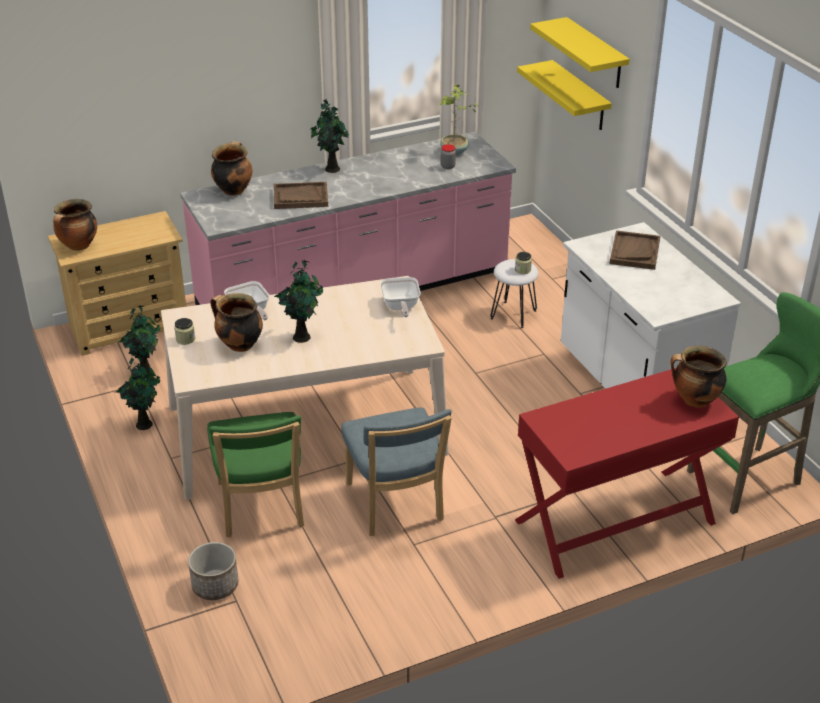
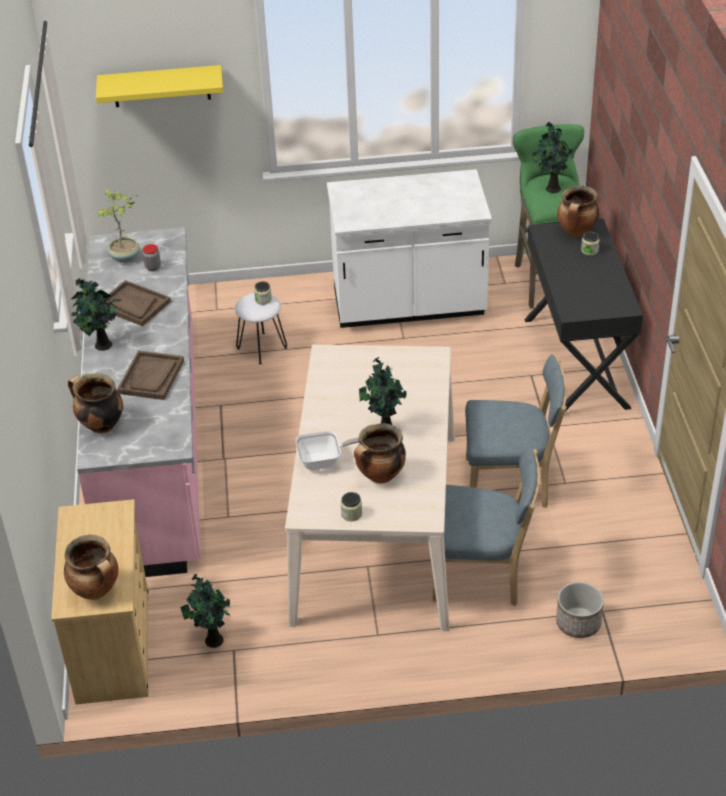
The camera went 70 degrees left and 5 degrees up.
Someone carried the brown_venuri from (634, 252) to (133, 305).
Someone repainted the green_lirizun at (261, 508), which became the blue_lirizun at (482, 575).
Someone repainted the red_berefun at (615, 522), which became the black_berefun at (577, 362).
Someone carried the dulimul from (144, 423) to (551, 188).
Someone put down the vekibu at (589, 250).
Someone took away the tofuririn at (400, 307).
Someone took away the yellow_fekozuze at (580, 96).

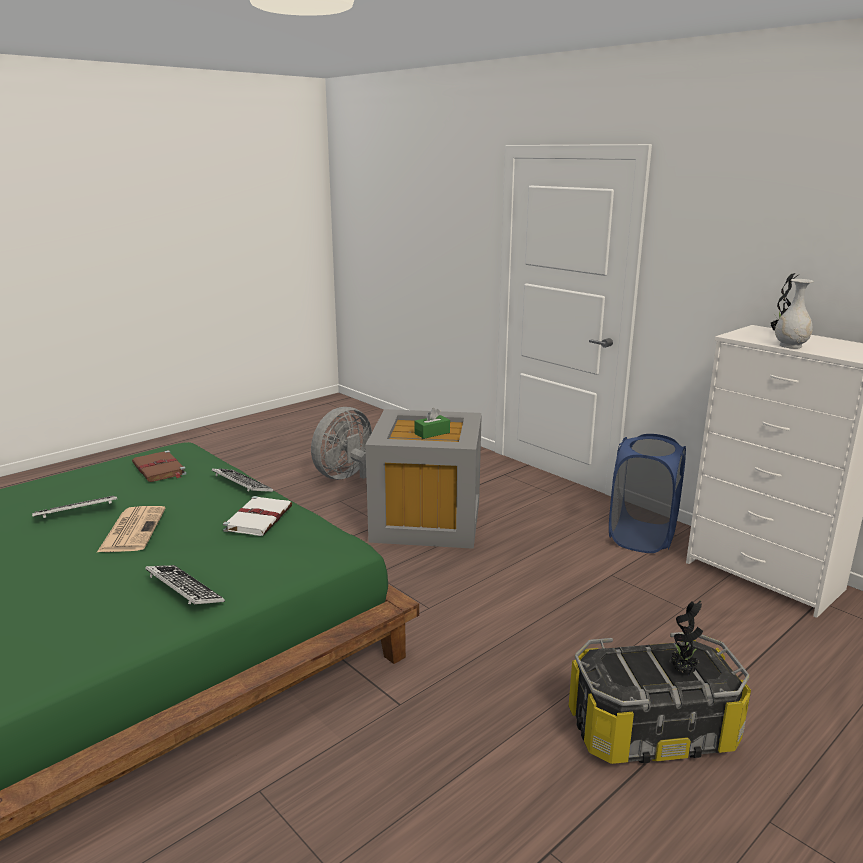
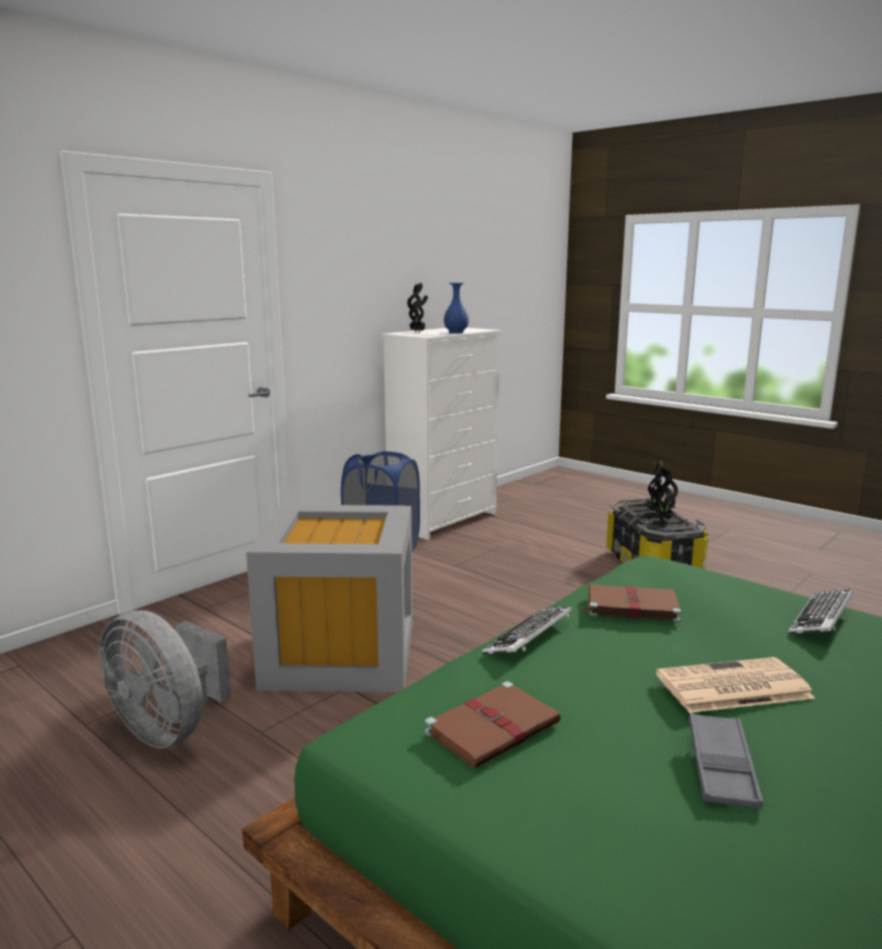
The camera went 95 degrees left and 5 degrees down.
Someone repainted the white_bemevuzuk at (790, 346), which became the blue_bemevuzuk at (456, 332).
Someone repainted the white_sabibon at (259, 518), which became the brown_sabibon at (630, 606).
Someone put down the dulimul at (663, 520).
Someone swapped the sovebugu at (76, 512) for the grey_venuri at (721, 767).
Someone took away the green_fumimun at (432, 433).

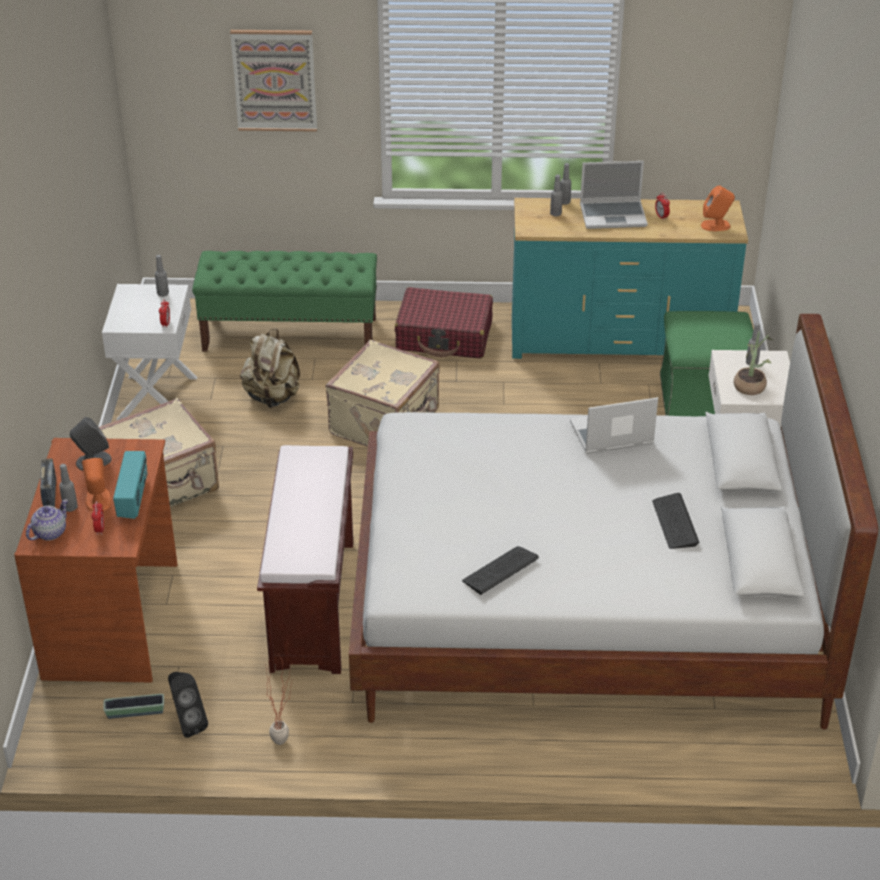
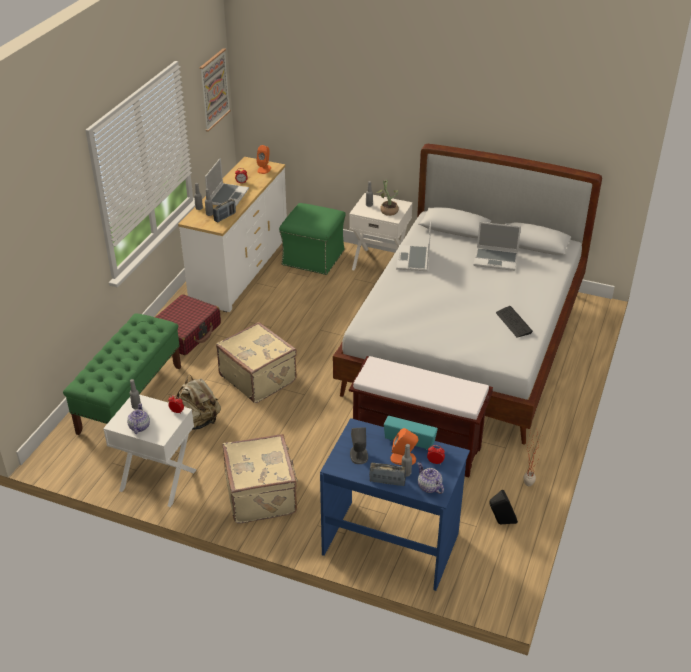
The camera went 70 degrees left and 0 degrees up.
Someone put down the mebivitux at (139, 426).
Someone repainted the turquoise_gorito at (619, 340), which became the white_gorito at (239, 270).
Someone carried the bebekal from (274, 80) to (214, 89).
Someone put down the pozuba at (225, 217).
Someone repainted the brown_berefun at (113, 620), which became the blue_berefun at (391, 543).
Someone swapped the sovebugu at (675, 523) for the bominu at (496, 259).
Someone took away the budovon at (135, 712).

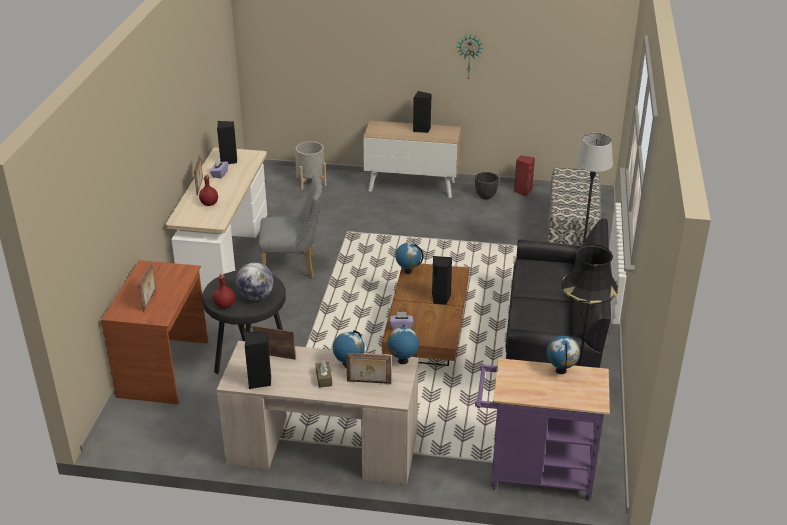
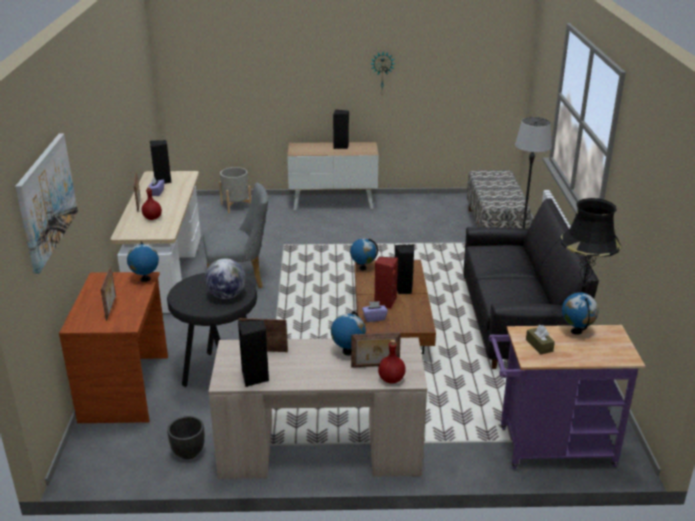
The camera went 10 degrees left and 5 degrees down.
Someone put up the bebekal at (46, 200).
Someone carried the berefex from (403, 361) to (145, 279).
Someone carried the black_budovon from (486, 196) to (189, 453).
Someone carried the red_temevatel from (522, 191) to (385, 302).
Someone carried the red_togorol from (225, 305) to (391, 379).
Someone carried the brown_fumimun from (324, 378) to (539, 345).

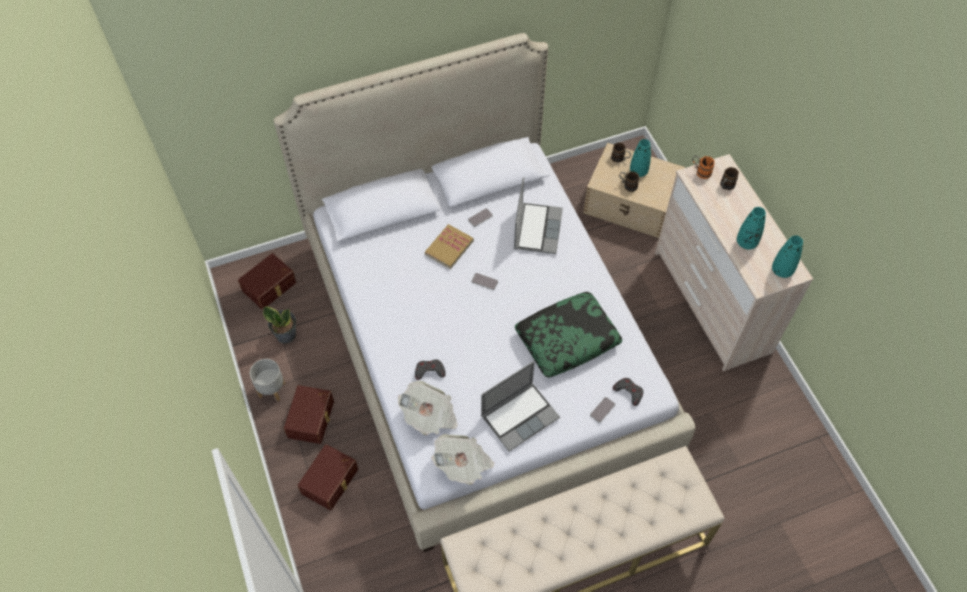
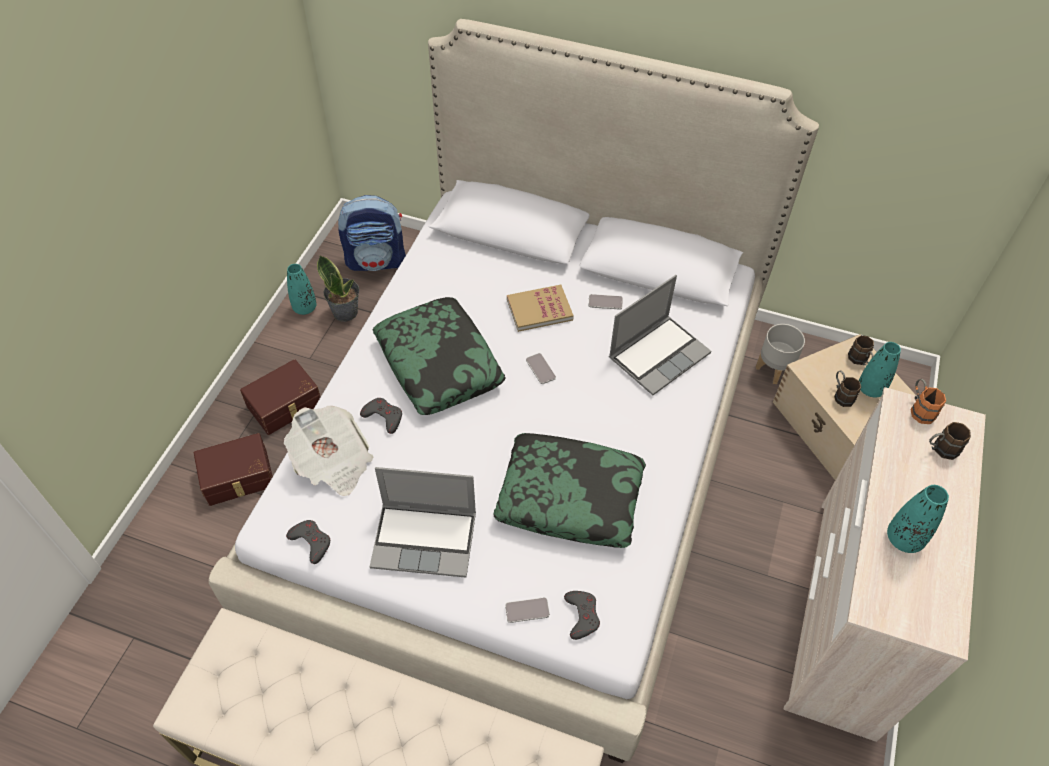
The camera went 40 degrees right and 5 degrees down.
Someone swapped the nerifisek at (463, 464) for the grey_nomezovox at (311, 542).
Someone carried the turquoise_bemevuzuk from (782, 270) to (305, 308).
Someone swapped the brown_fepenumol at (270, 287) for the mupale at (377, 260).
Someone put down the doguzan at (439, 364).
Someone carried the grey_budovon from (272, 389) to (774, 370).

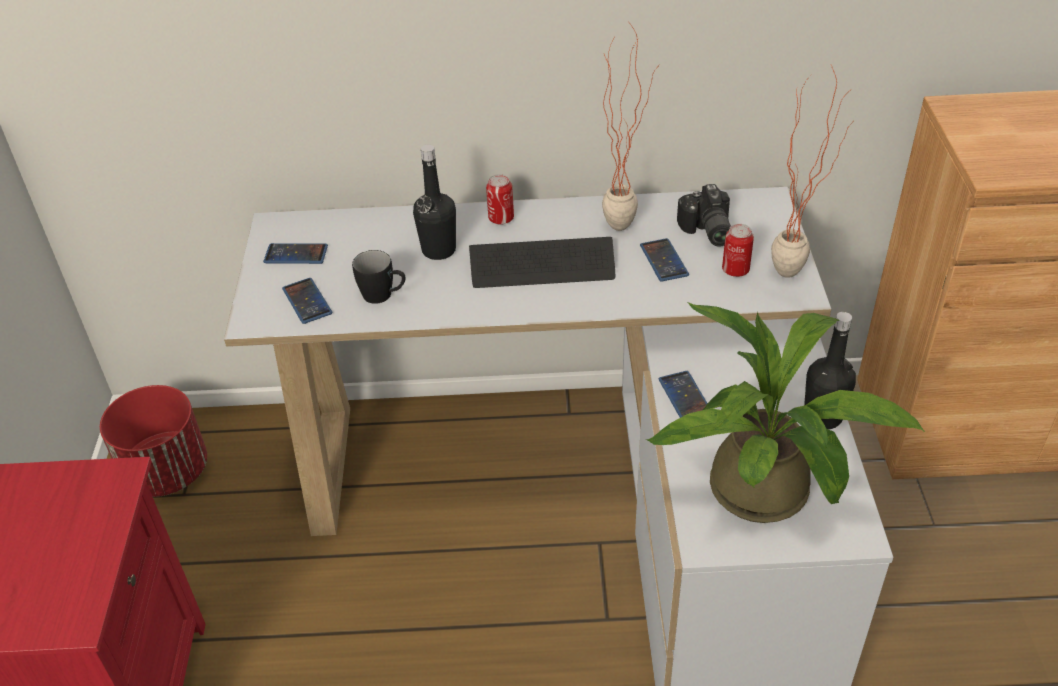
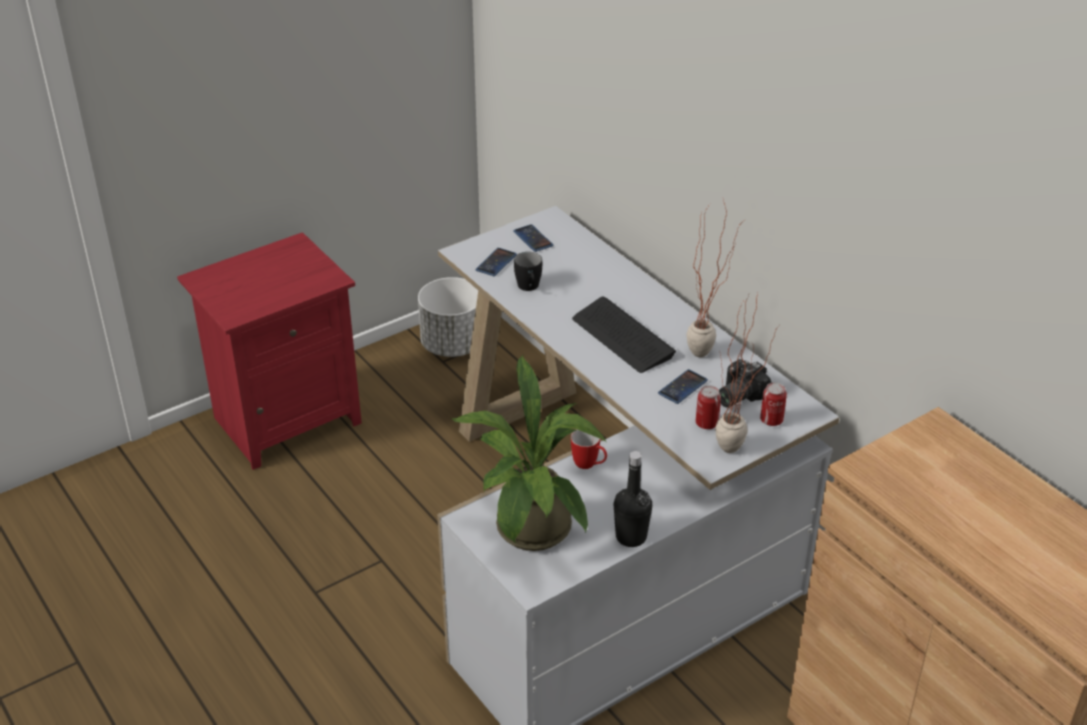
The camera went 55 degrees right and 5 degrees down.
Someone repainted the red_budovon at (168, 472), which became the white_budovon at (453, 345).
Someone swapped the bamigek at (685, 397) for the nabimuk at (589, 465).
Someone carried the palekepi from (501, 218) to (771, 420).
Someone took away the black_togorol at (439, 250).

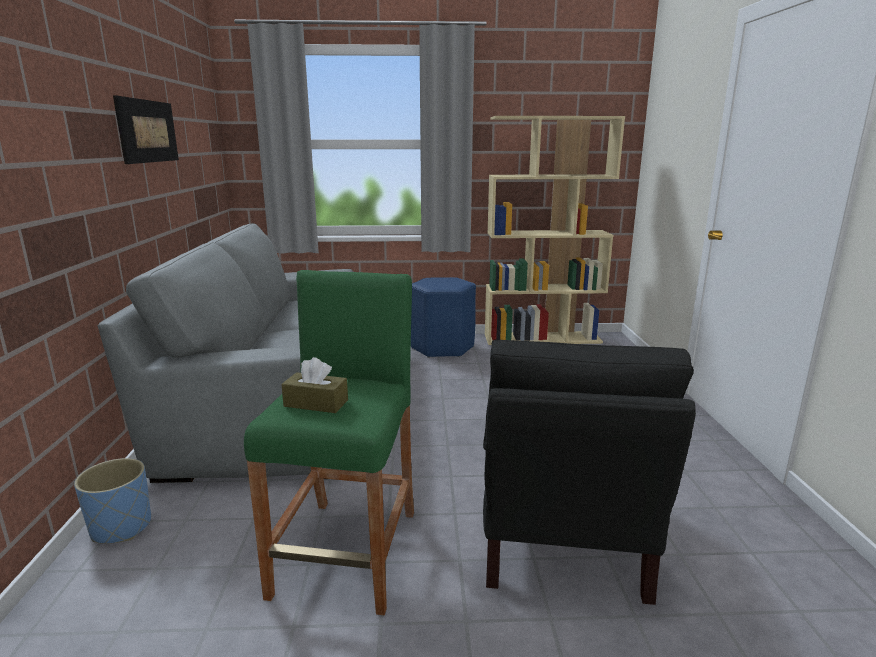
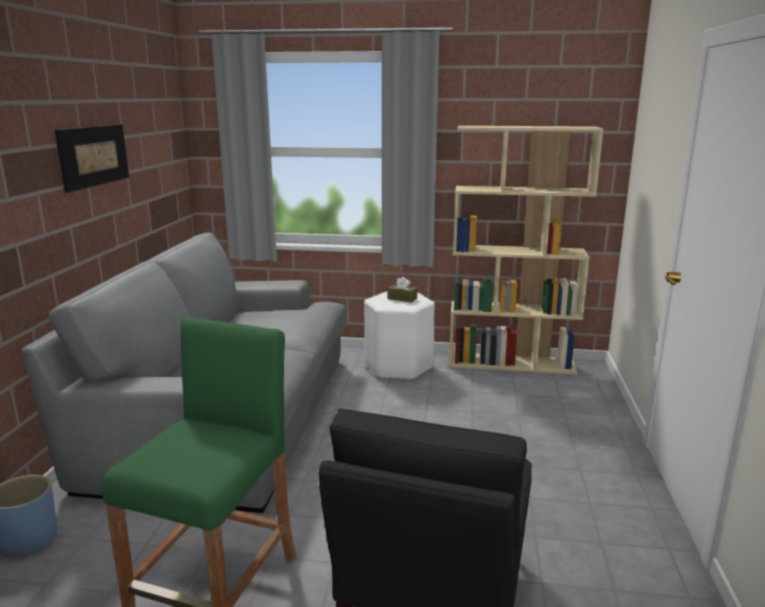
The camera went 10 degrees right and 0 degrees up.
Someone repainted the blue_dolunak at (442, 347), which became the white_dolunak at (398, 367).
Someone carried the brown_fumimun from (316, 403) to (402, 298).

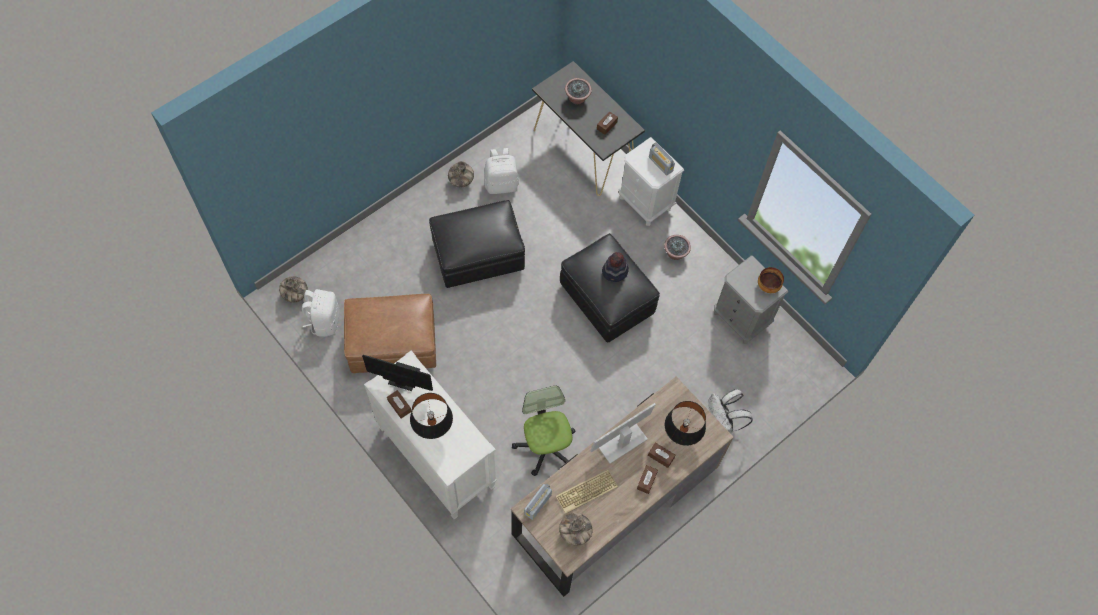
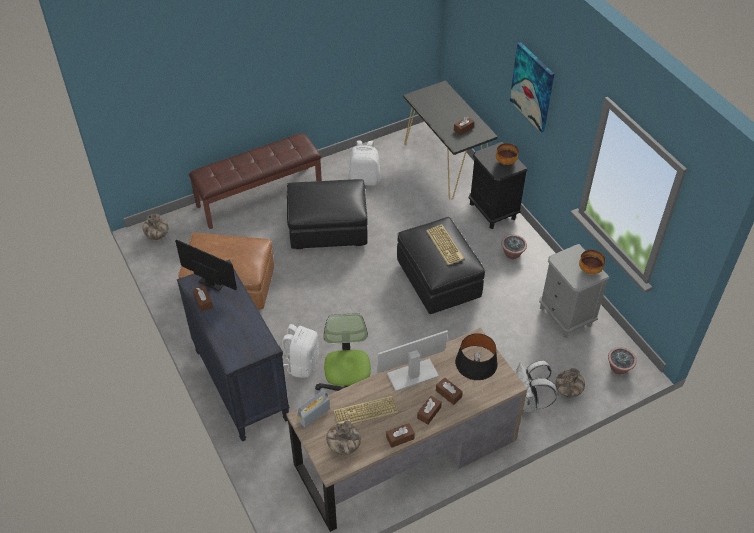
The camera went 15 degrees right and 15 degrees down.
Someone repainted the white_gorito at (435, 457), which became the black_gorito at (241, 385).
Someone put down the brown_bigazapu at (259, 196).
Someone carried the white_mupale from (324, 321) to (302, 364).
Someone put down the brown_fumimun at (400, 438).
Someone swapped the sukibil at (615, 272) for the sovebugu at (445, 245).
Someone repainted the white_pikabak at (645, 203), which became the black_pikabak at (493, 211).
Someone swapped the pozuba at (660, 164) for the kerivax at (506, 162).
Someone put up the bebekal at (532, 87).
Someone carried the bemevuzuk from (461, 181) to (568, 391).
Someone carried the dulimul from (577, 98) to (619, 368).
Someone took away the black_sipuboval at (433, 428).

